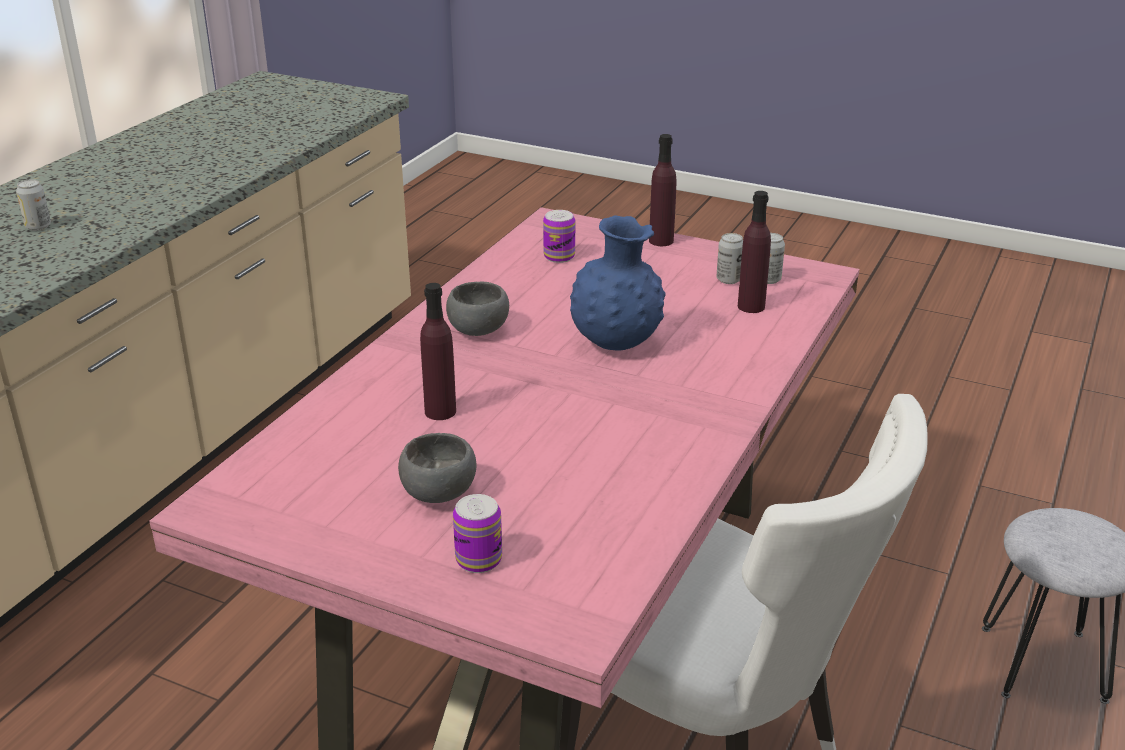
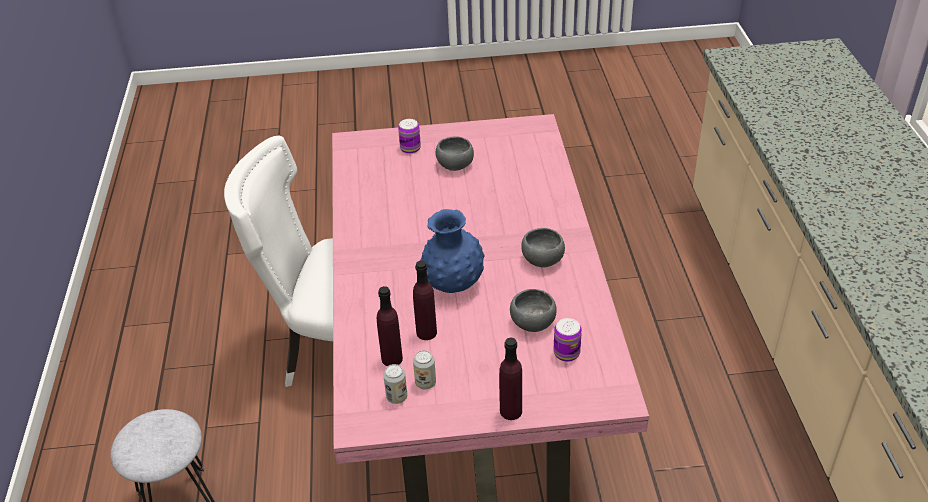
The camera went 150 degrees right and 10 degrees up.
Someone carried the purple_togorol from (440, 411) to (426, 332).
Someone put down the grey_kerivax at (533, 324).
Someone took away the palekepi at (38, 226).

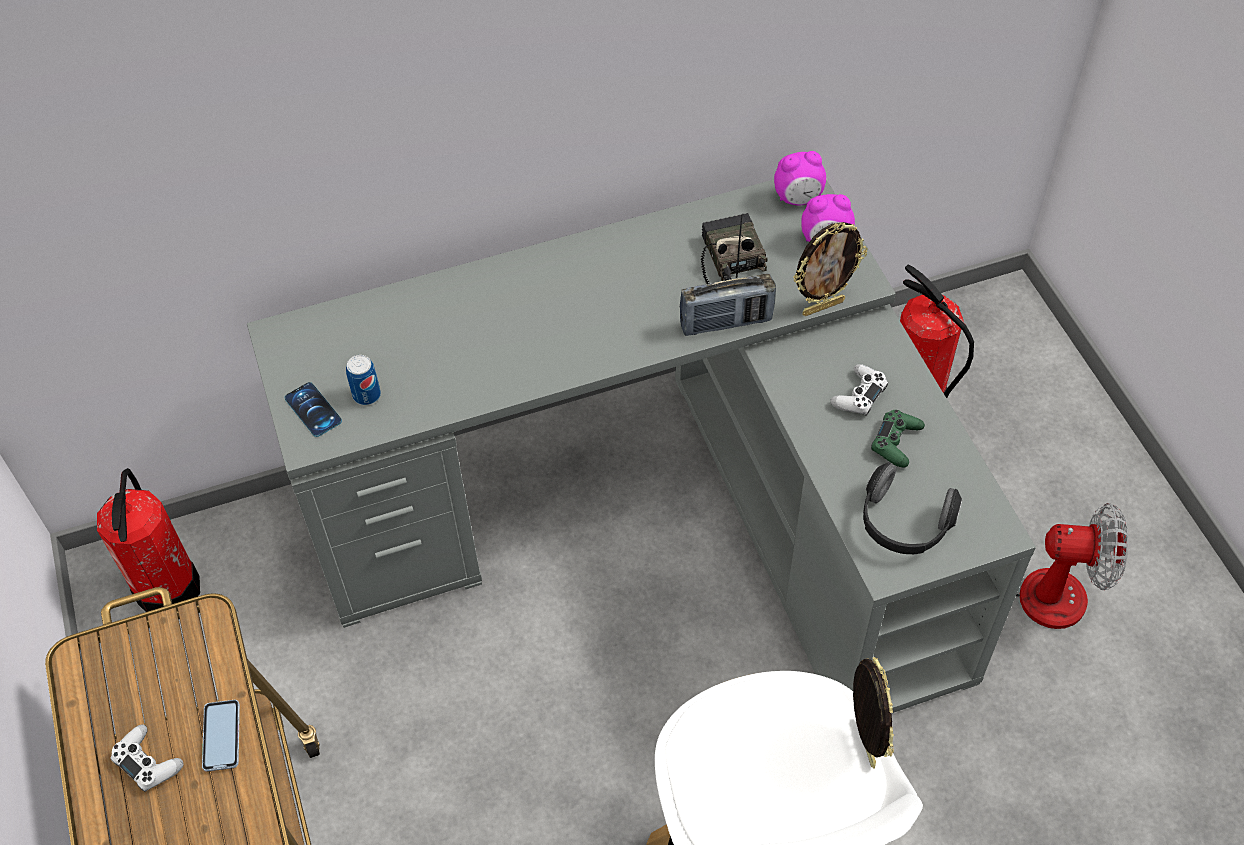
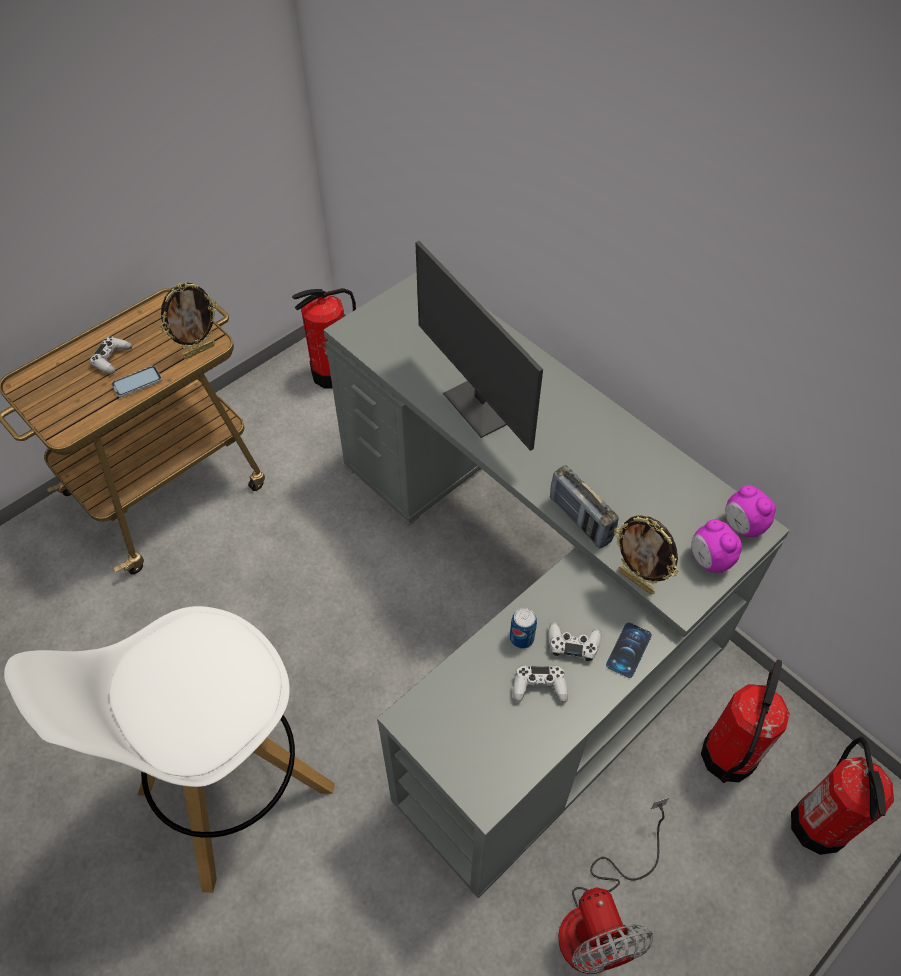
The camera went 65 degrees right and 0 degrees up.
Someone carried the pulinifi from (862, 742) to (199, 351).
Someone put down the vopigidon at (482, 405).
Someone carried the palekepi from (367, 395) to (521, 638).
Someone repainted the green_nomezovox at (896, 442), which became the white_nomezovox at (539, 687).
Someone carried the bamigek from (313, 410) to (628, 650).
Someone put down the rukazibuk at (819, 824).
Someone took away the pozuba at (729, 258).
Someone took away the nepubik at (903, 525).

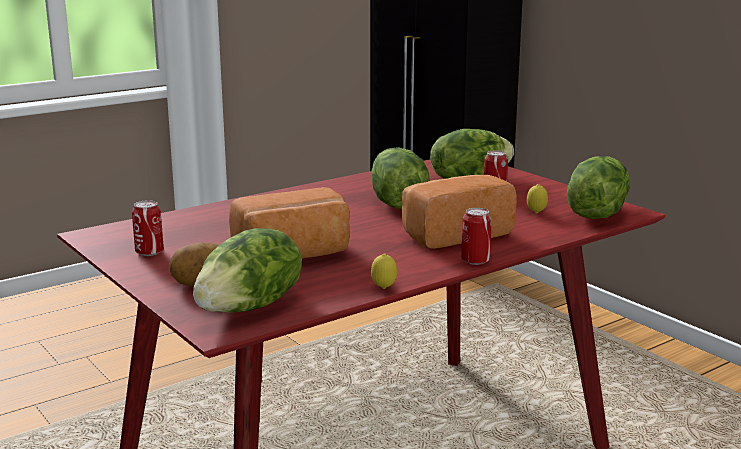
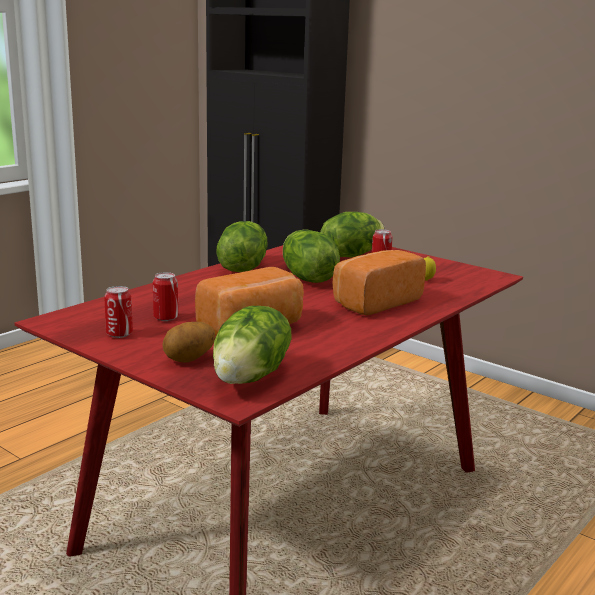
The camera went 15 degrees left and 0 degrees up.
Someone carried the palekepi from (475, 260) to (166, 318).
Someone carried the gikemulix from (596, 213) to (242, 268).
Someone took away the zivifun at (384, 288).

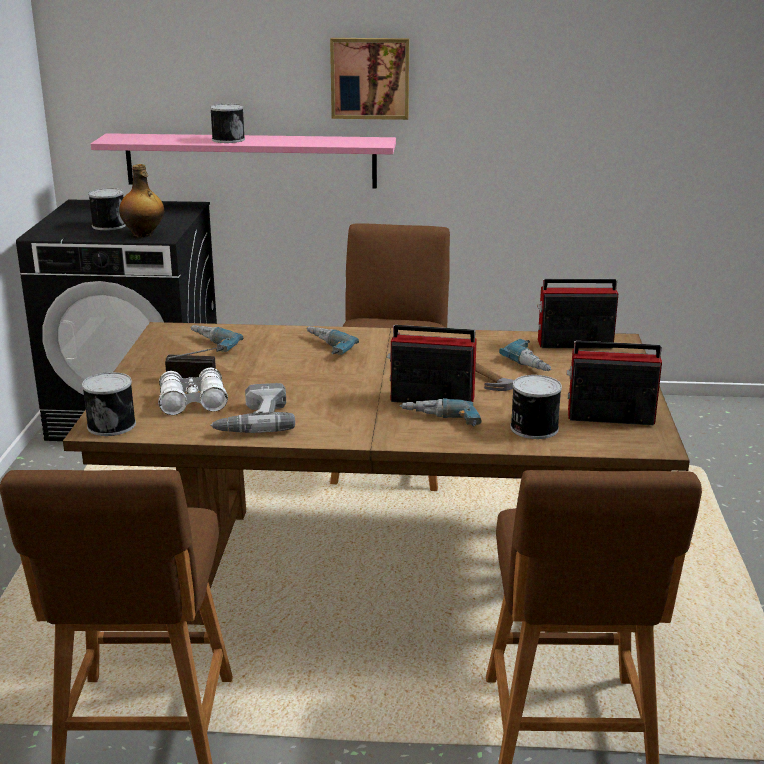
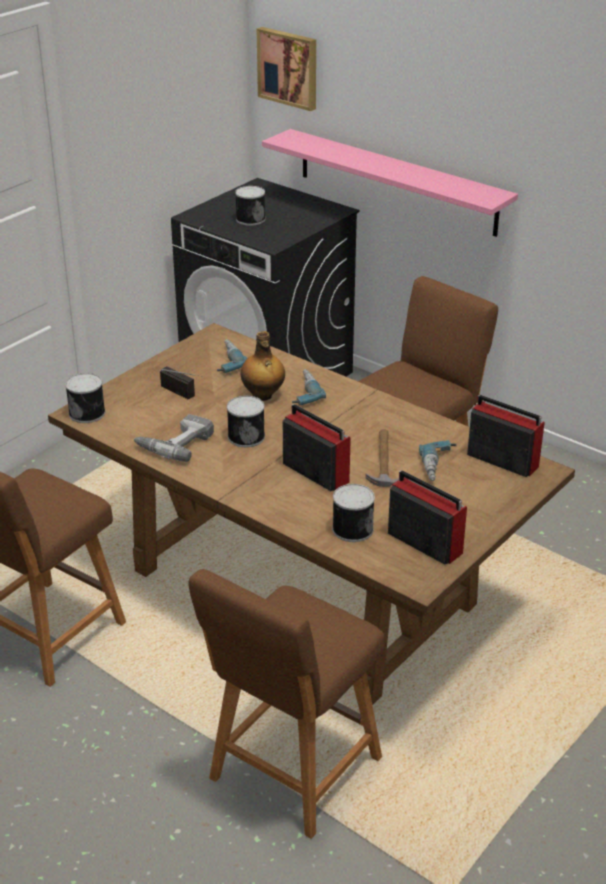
The camera went 35 degrees right and 10 degrees up.
Someone carried the palekepi from (228, 139) to (246, 436).
Someone carried the togorol from (143, 234) to (262, 395).
Someone carried the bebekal from (370, 78) to (289, 67).
Someone took away the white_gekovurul at (193, 402).
Someone took away the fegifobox at (439, 422).

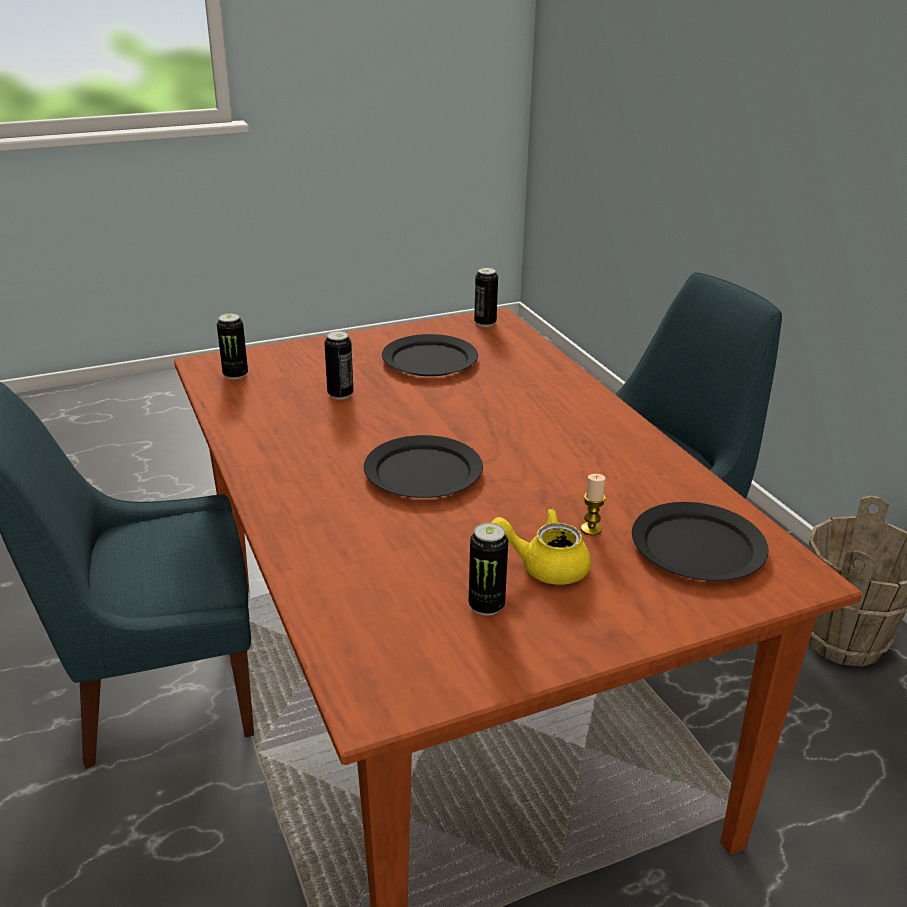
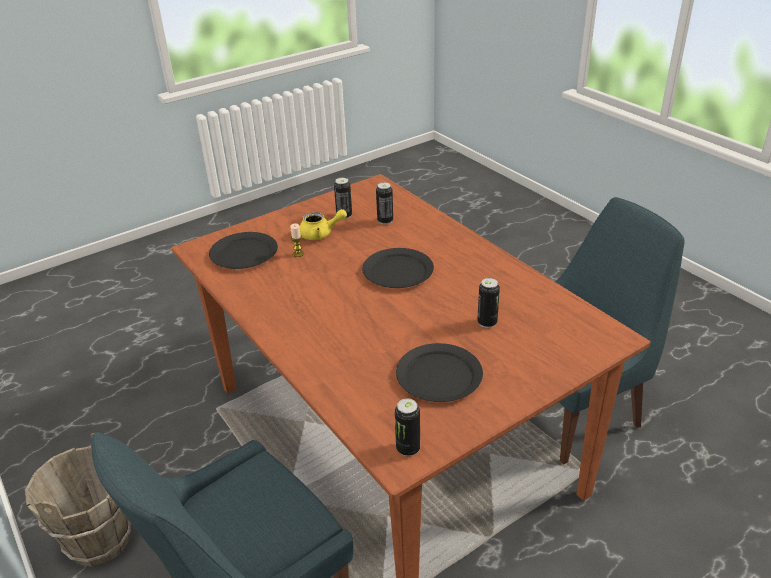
The camera went 170 degrees right and 5 degrees up.
Someone carried the palekepi from (235, 375) to (385, 221).

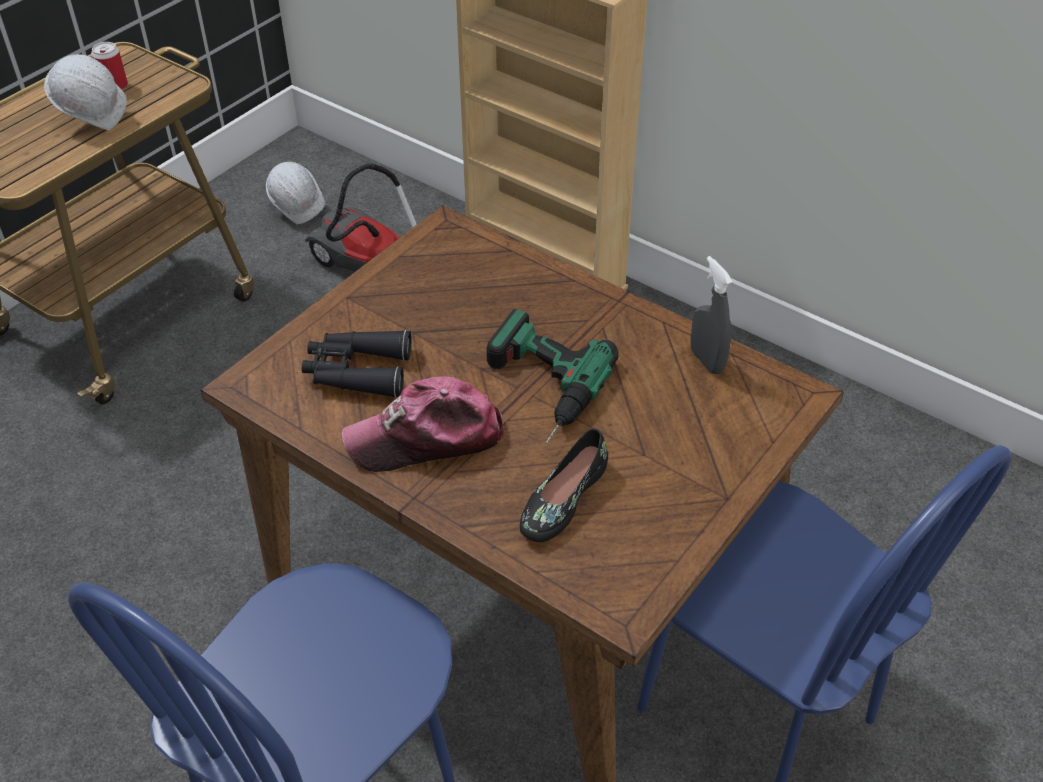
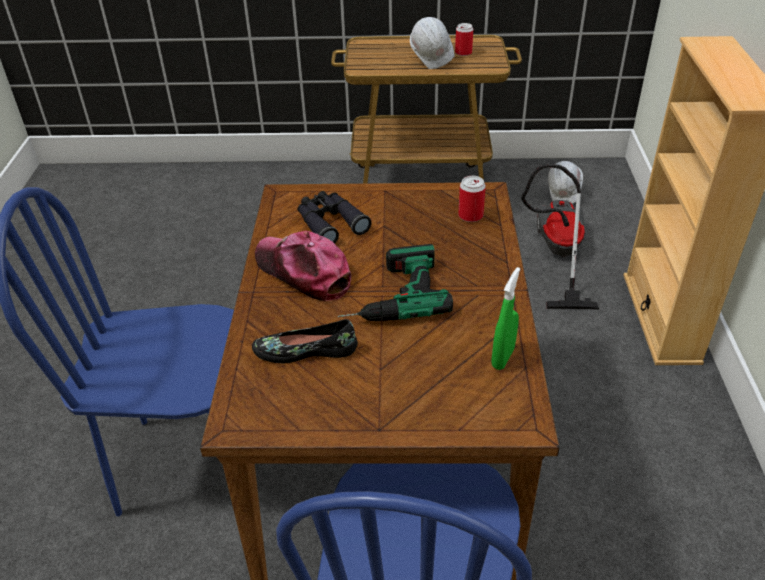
The camera went 55 degrees right and 5 degrees down.
Someone put down the palekepi at (470, 216).
Someone repainted the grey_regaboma at (706, 361), which became the green_regaboma at (503, 357).

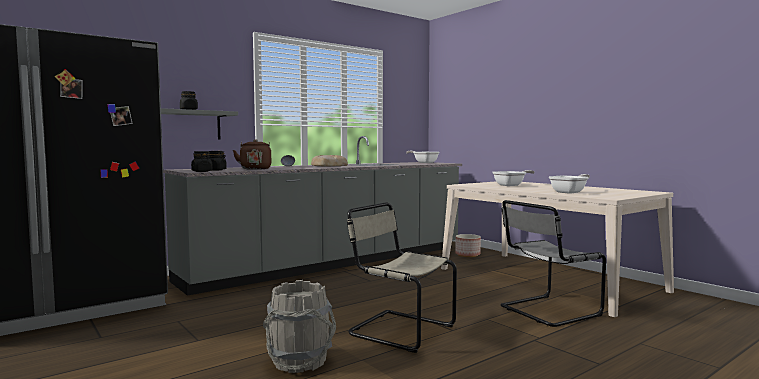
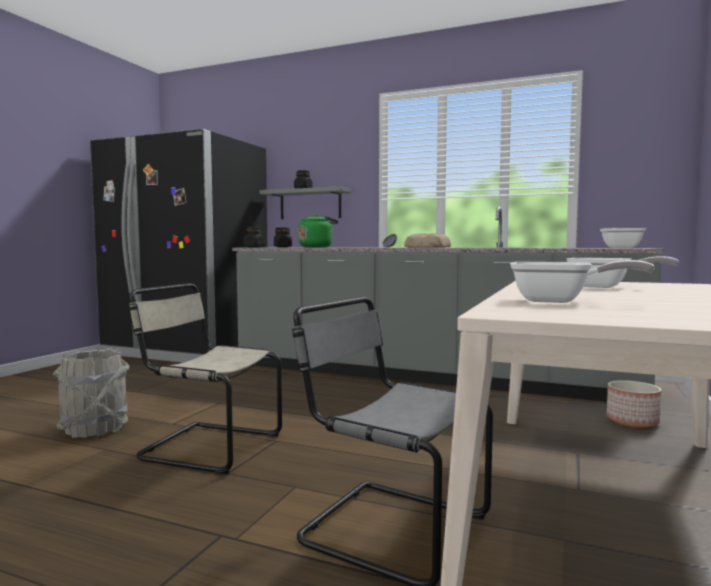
The camera went 60 degrees right and 0 degrees up.
Someone rotated the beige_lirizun at (398, 330) by 75 degrees counterclockwise.
Someone repainted the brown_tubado at (255, 169), which became the green_tubado at (316, 247).

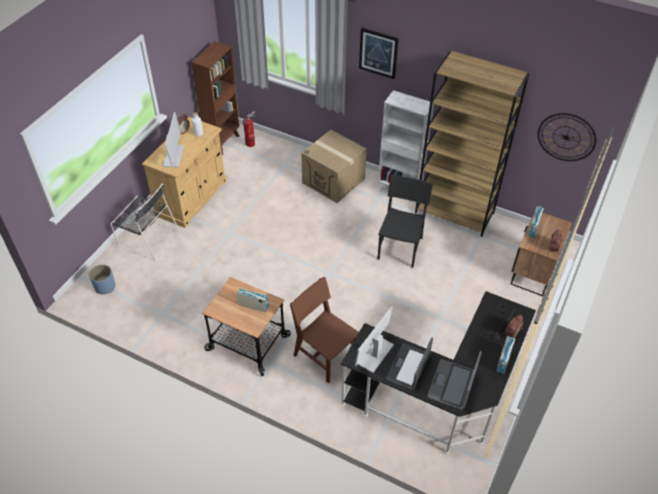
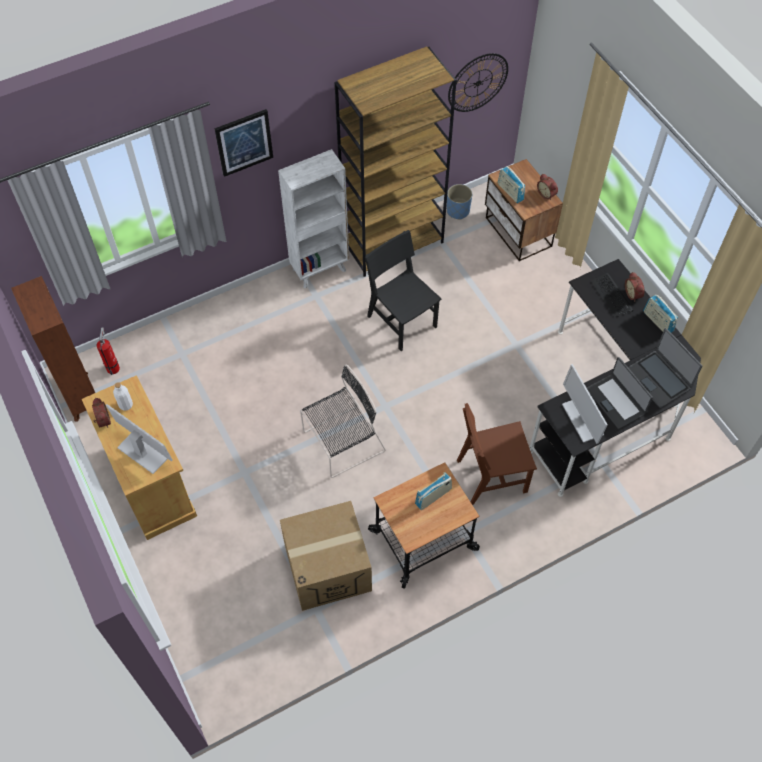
The camera went 55 degrees left and 10 degrees up.
Someone carried the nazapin from (333, 181) to (328, 567).
Someone carried the black_lirizun from (147, 238) to (341, 442).
Someone carried the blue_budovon from (105, 287) to (458, 211).

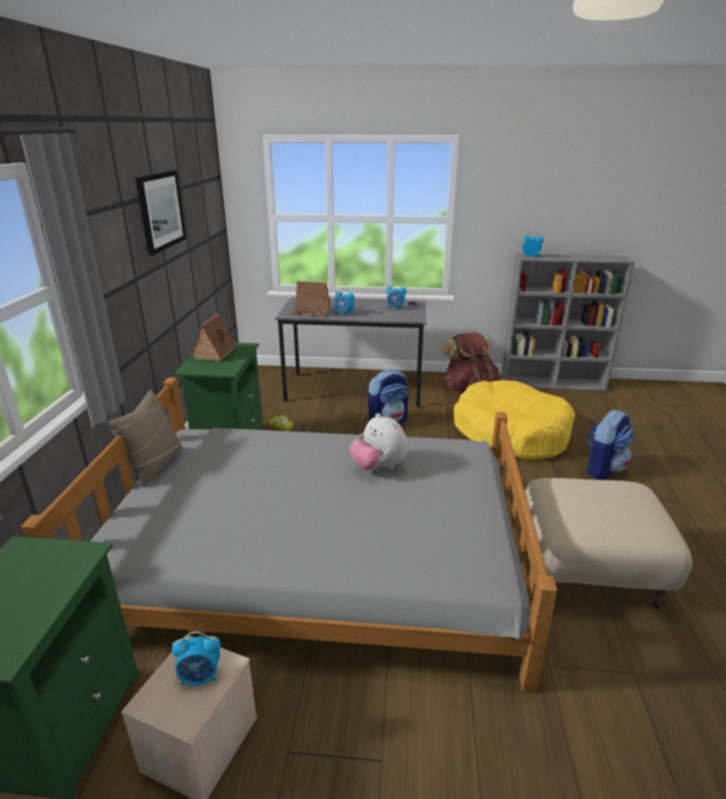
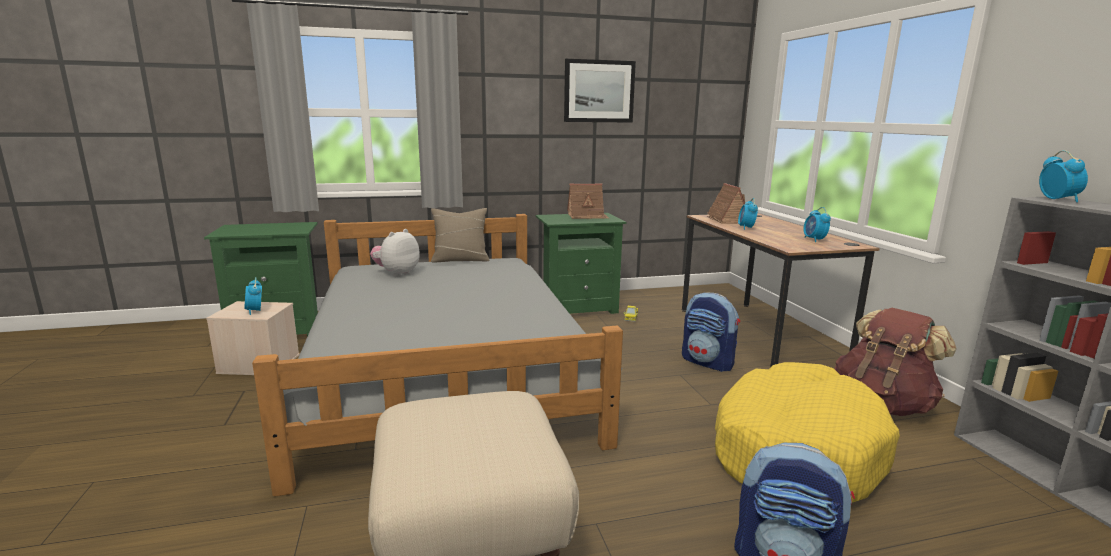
The camera went 70 degrees right and 10 degrees down.
Someone carried the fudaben from (378, 467) to (396, 273).
Someone repainted the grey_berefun at (354, 389), which became the brown_berefun at (757, 335).

